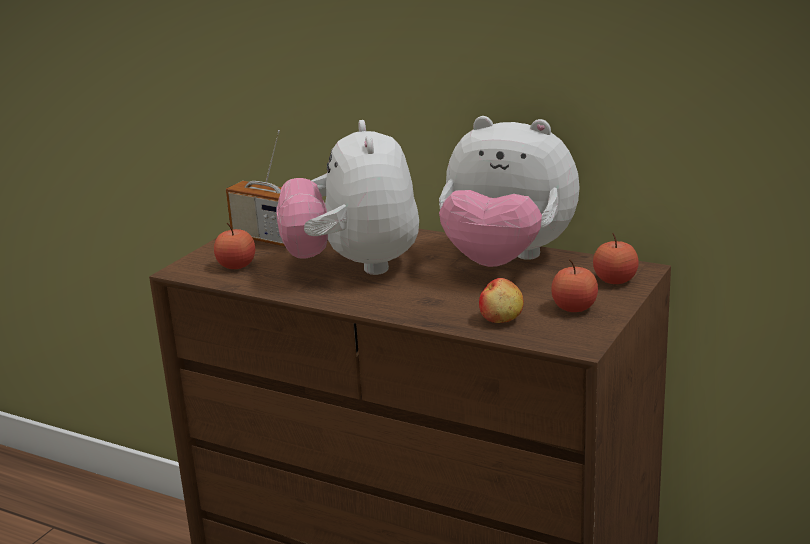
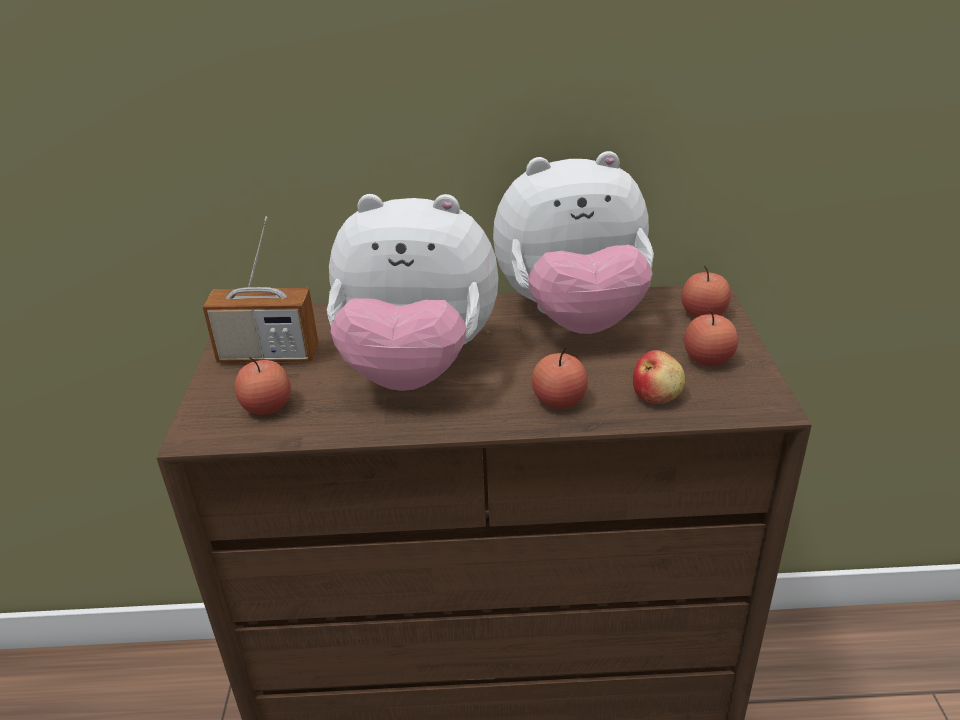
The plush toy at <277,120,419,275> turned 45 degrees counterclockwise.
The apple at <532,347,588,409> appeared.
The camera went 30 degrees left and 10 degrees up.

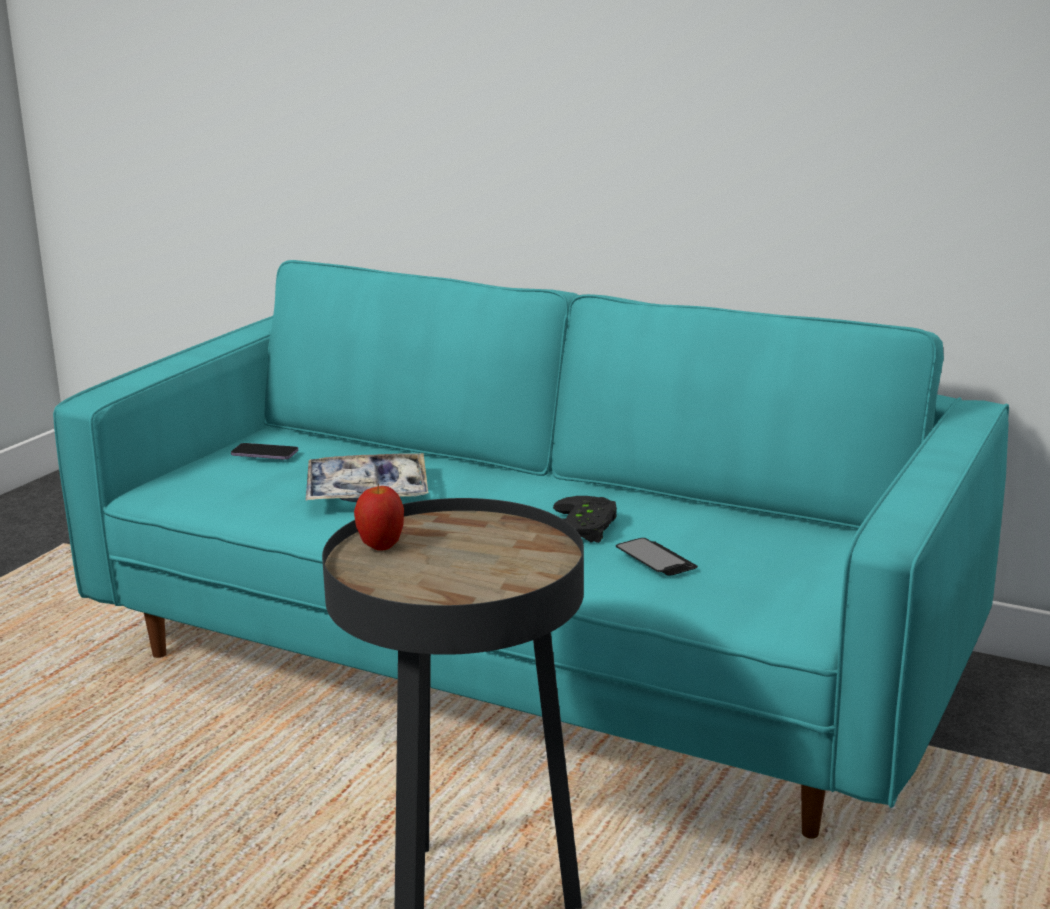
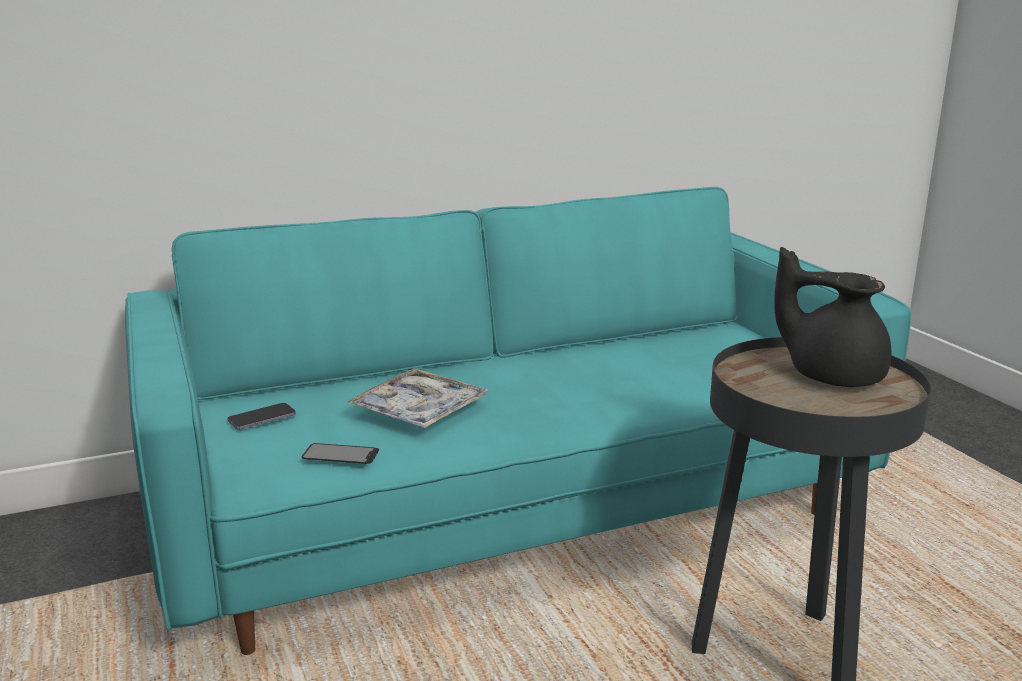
The apple at <354,483,404,551> disappeared.
The black game controller at <553,496,617,543> disappeared.
The phone moved from <616,538,698,576> to <302,443,379,464>.
The black teapot at <774,247,891,387> appeared.
The camera went 50 degrees left and 0 degrees up.

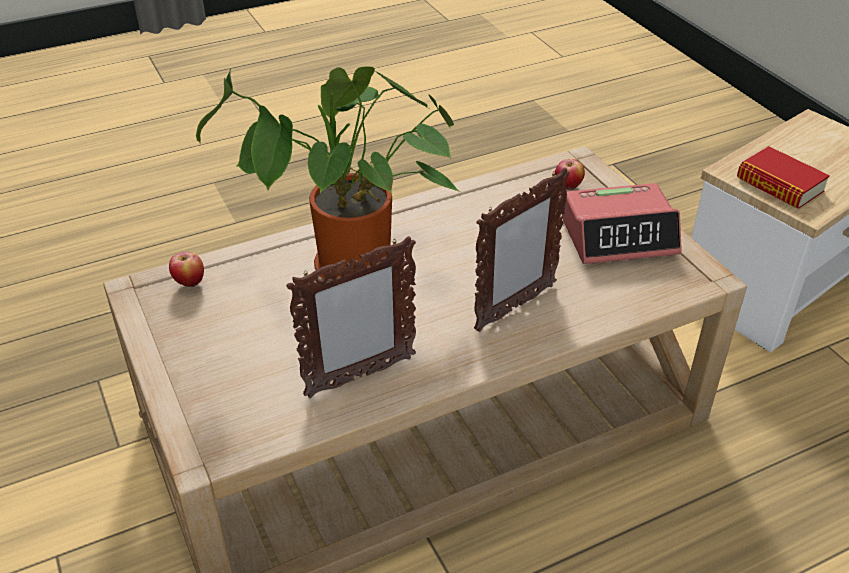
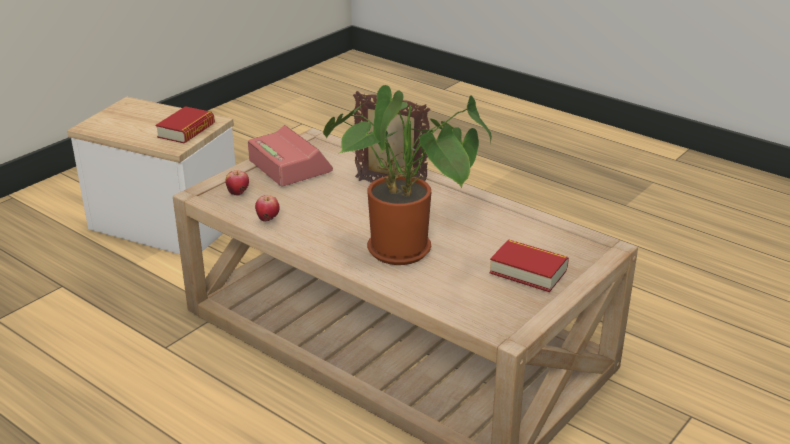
The picture frame at <286,236,416,398> disappeared.
The apple moved from <169,252,204,288> to <255,195,280,222>.
The book at <490,239,569,292> appeared.
The camera went 115 degrees left and 10 degrees down.

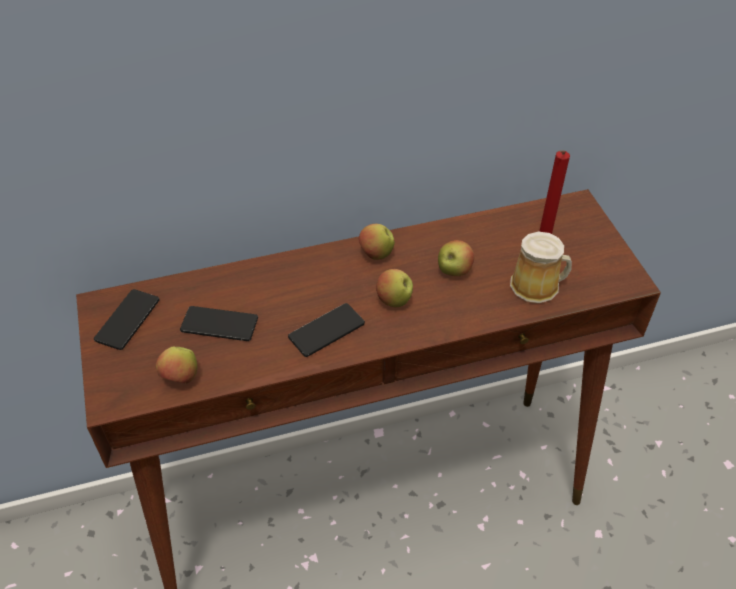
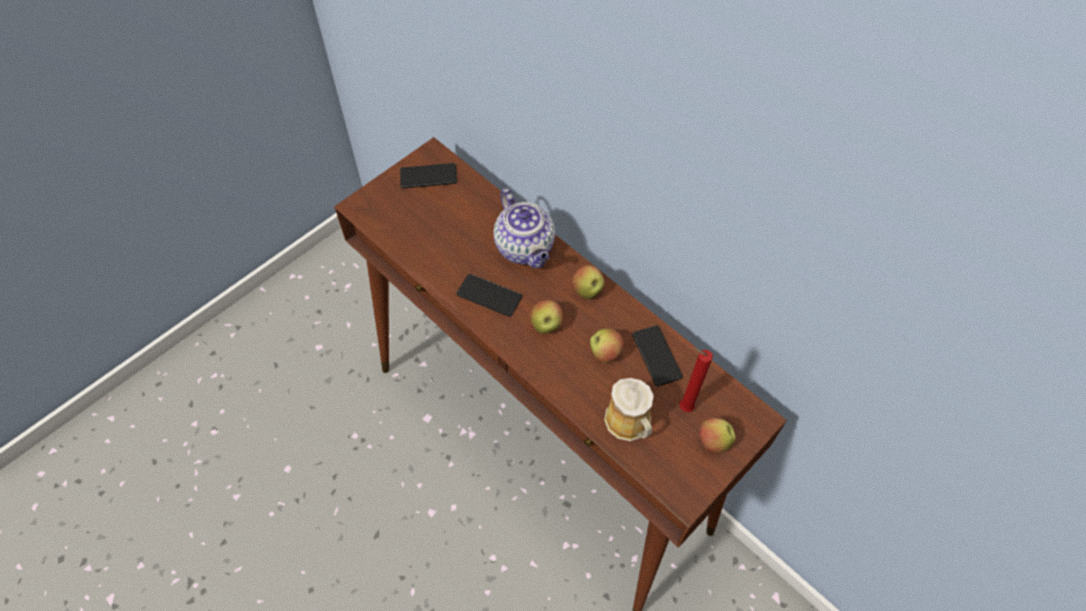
The phone moved from <180,306,258,341> to <632,325,683,386>.
The apple moved from <155,346,197,384> to <699,418,736,454>.
The teapot at <493,189,555,268> appeared.
The camera went 60 degrees right and 10 degrees up.

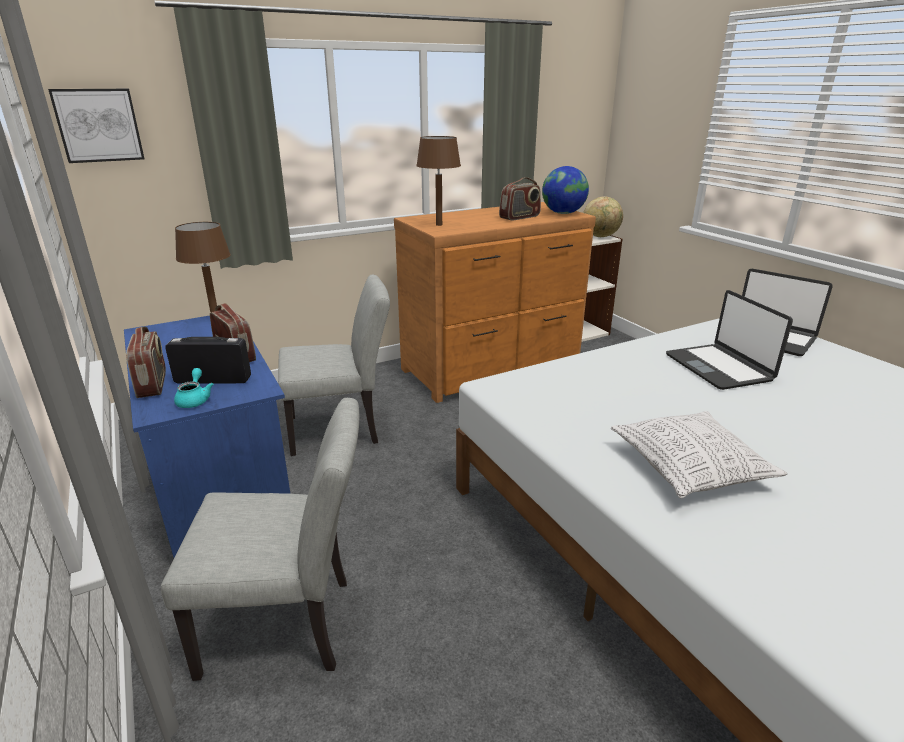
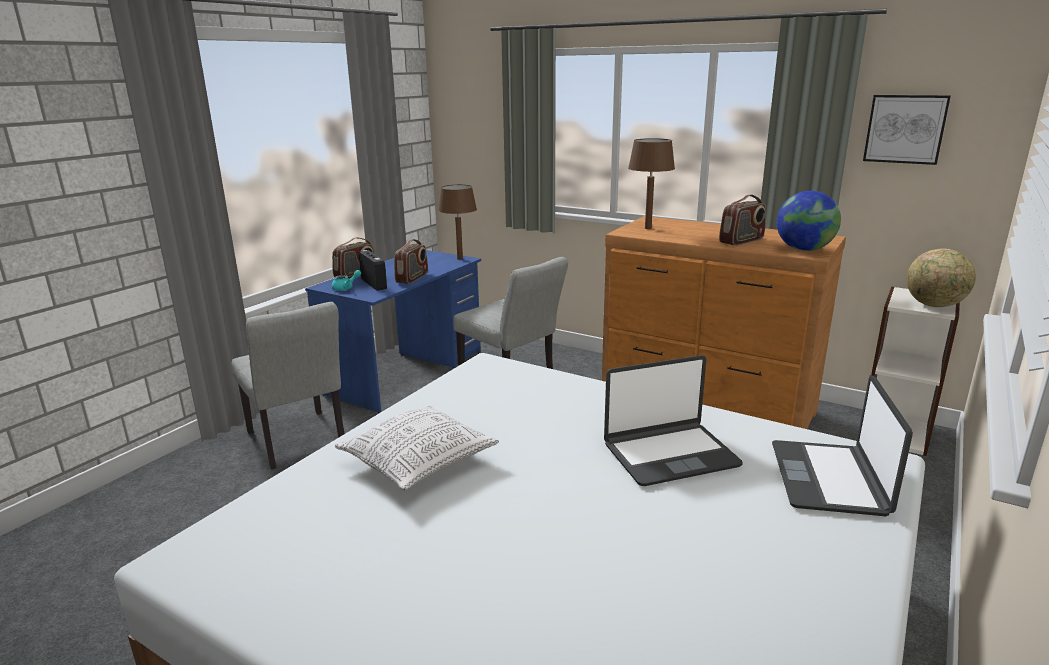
The picture moved from <48,89,144,163> to <863,95,951,165>.
The radio at <499,177,541,221> turned 60 degrees counterclockwise.
The laptop at <666,290,793,390> turned 150 degrees counterclockwise.
The camera went 60 degrees right and 5 degrees down.

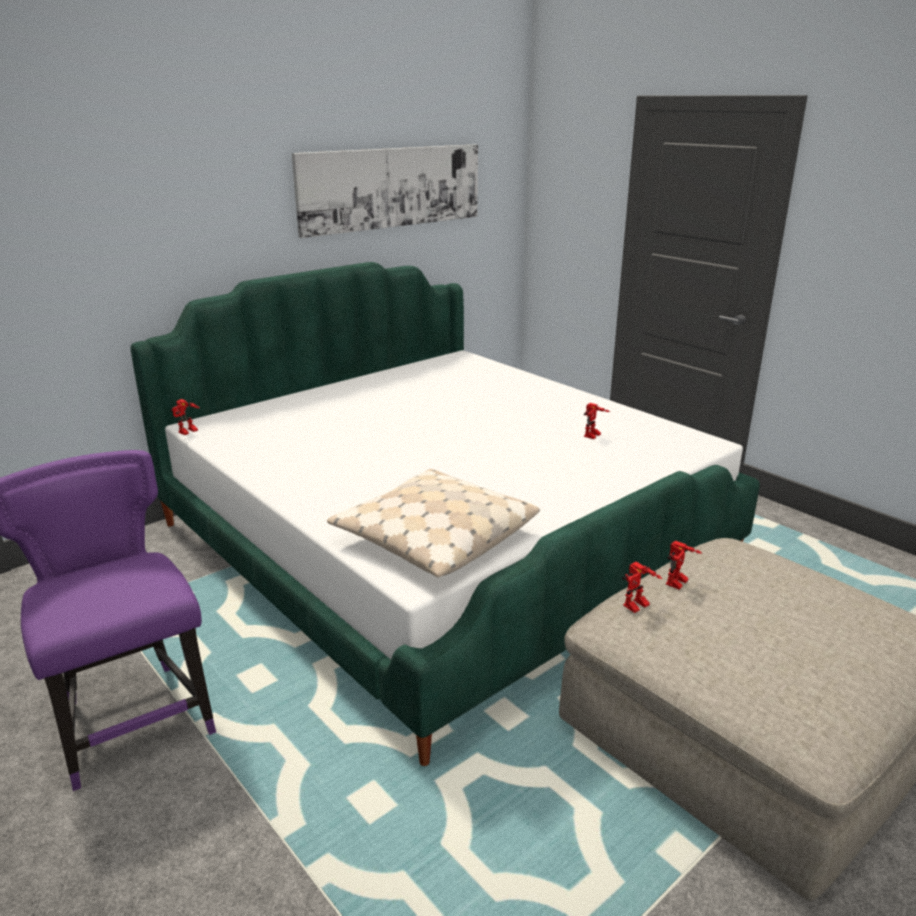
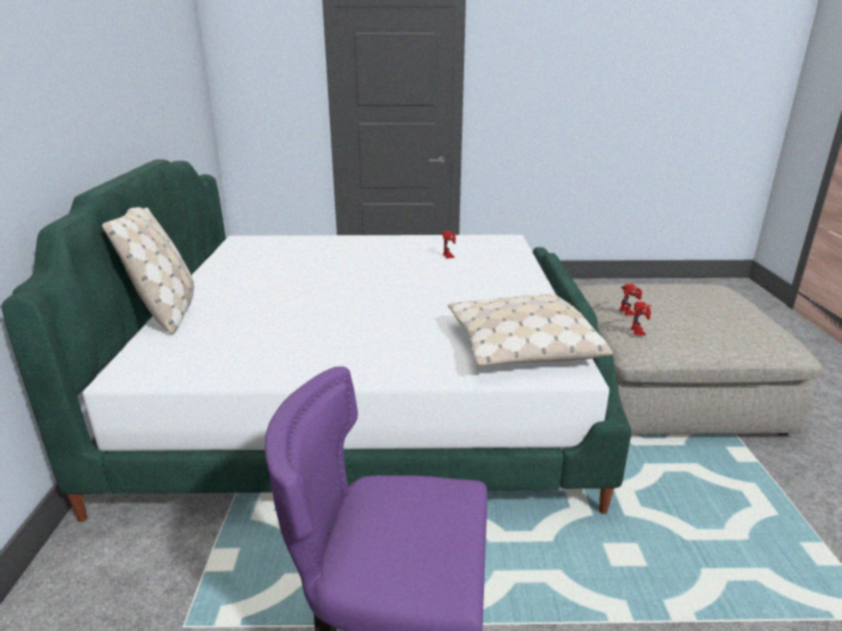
The picture at <292,144,478,238> disappeared.
The toy robot at <170,399,200,435> disappeared.
The beige pillow at <102,207,194,335> appeared.
The camera went 50 degrees left and 0 degrees up.

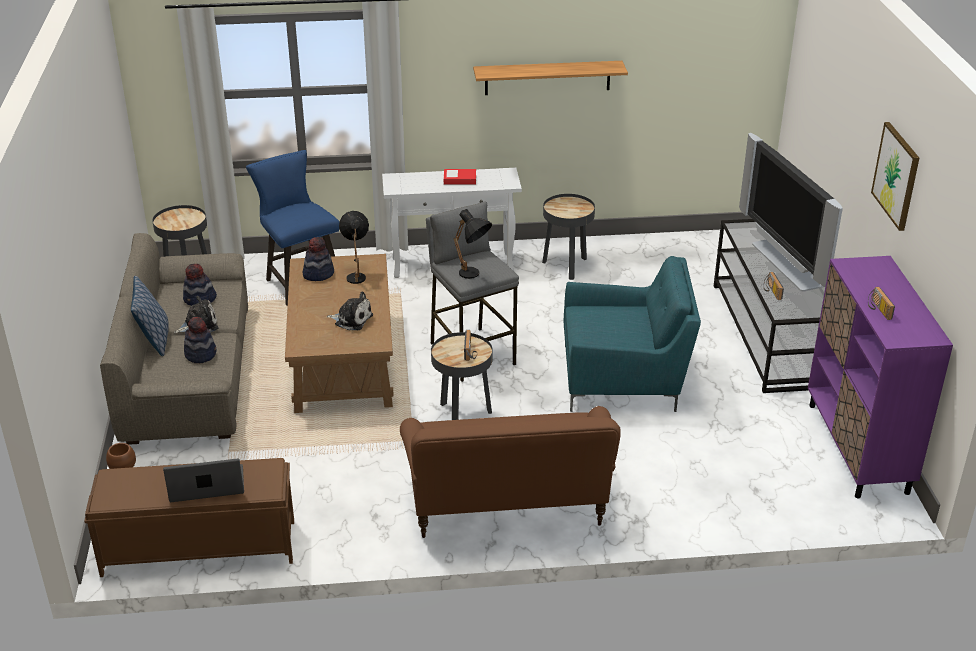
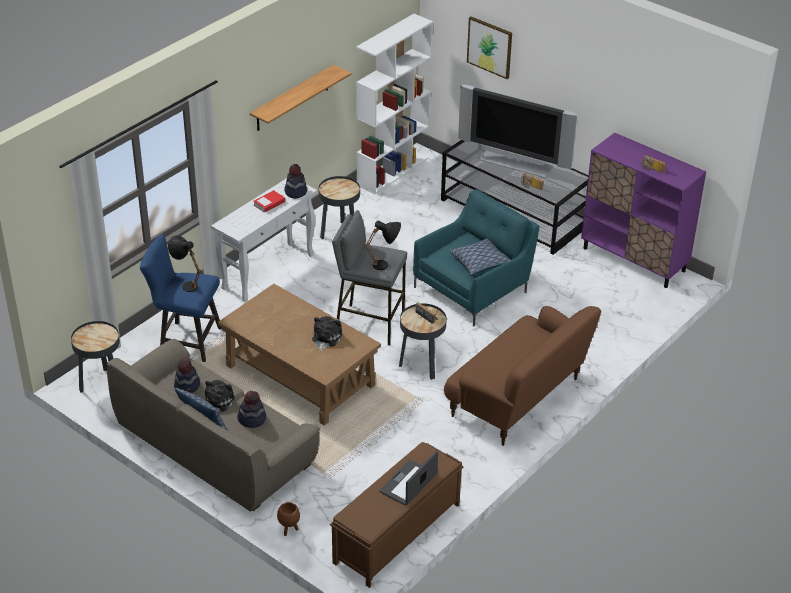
The picture moved from <871,122,919,231> to <467,16,512,79>.
The black table lamp moved from <339,211,369,284> to <168,236,201,292>.
The hat moved from <302,237,334,281> to <285,164,307,199>.
The plush toy at <327,291,373,330> turned 45 degrees counterclockwise.
The white bookcase at <356,14,433,195> appeared.
The pillow at <449,238,512,275> appeared.
The camera went 45 degrees left and 5 degrees up.

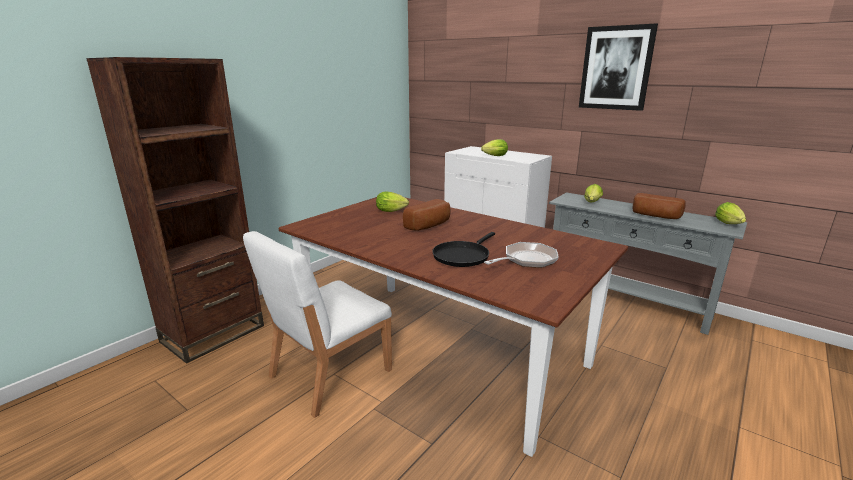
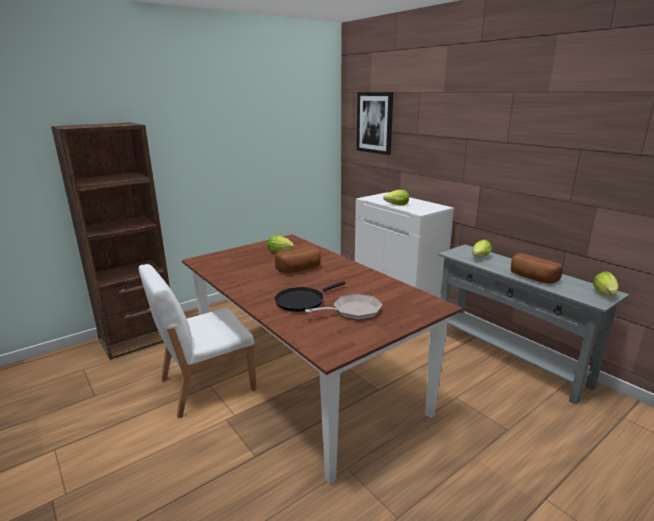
The picture moved from <579,23,658,111> to <357,92,393,155>.
The camera went 15 degrees right and 0 degrees up.

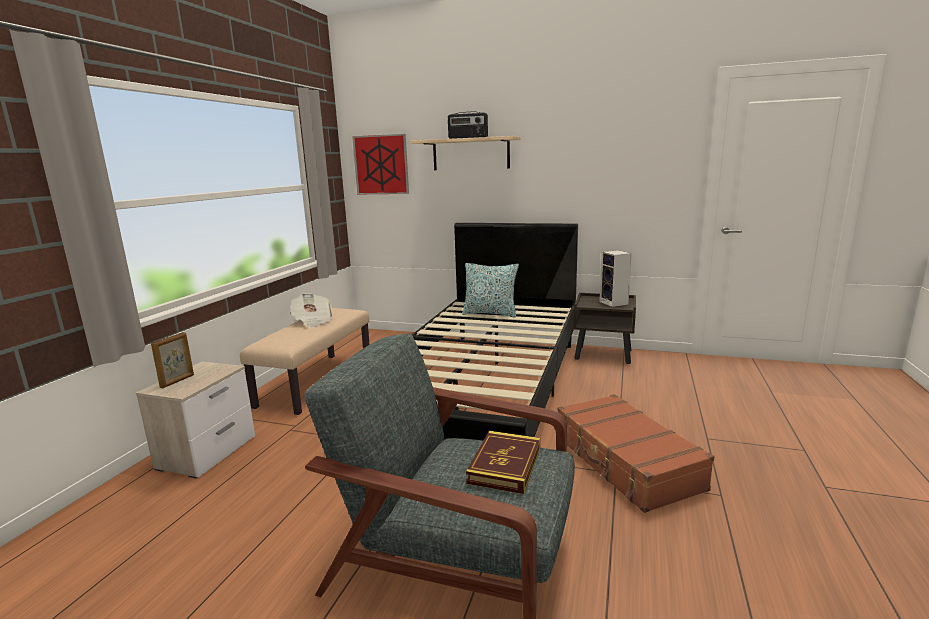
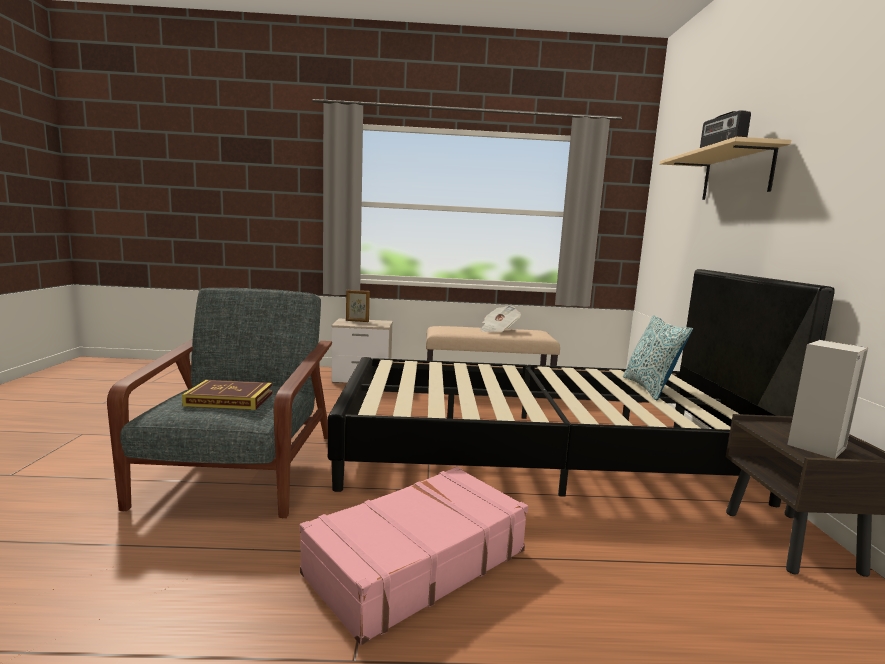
The picture at <352,134,409,194> disappeared.
The brown suitcase at <558,394,715,513> became the pink suitcase at <300,466,528,645>.
The camera went 70 degrees right and 5 degrees down.

